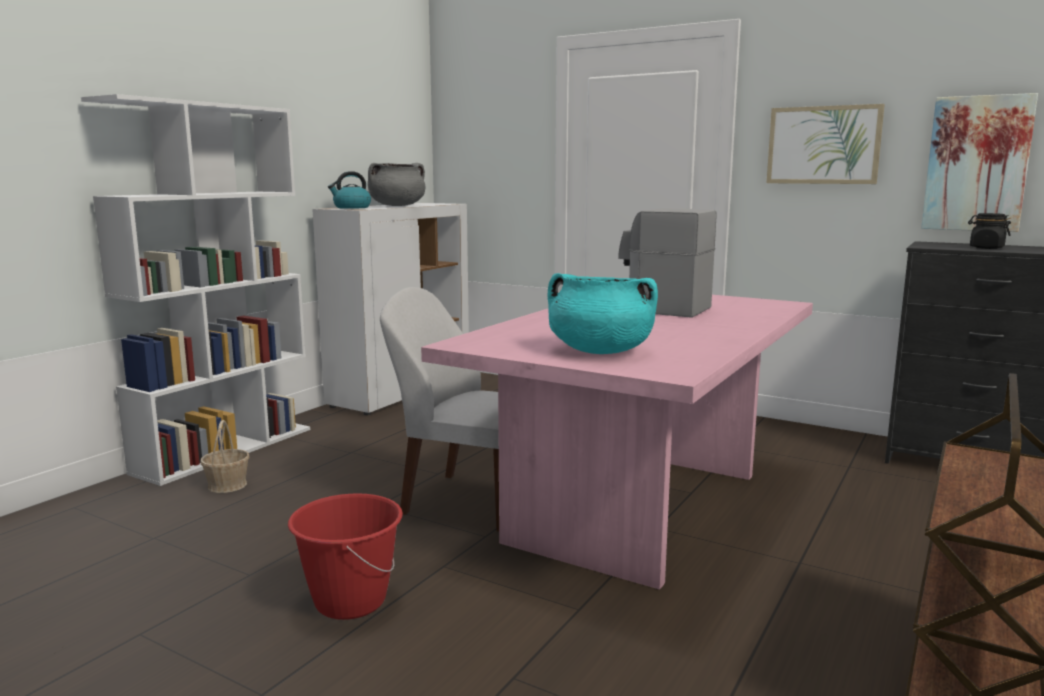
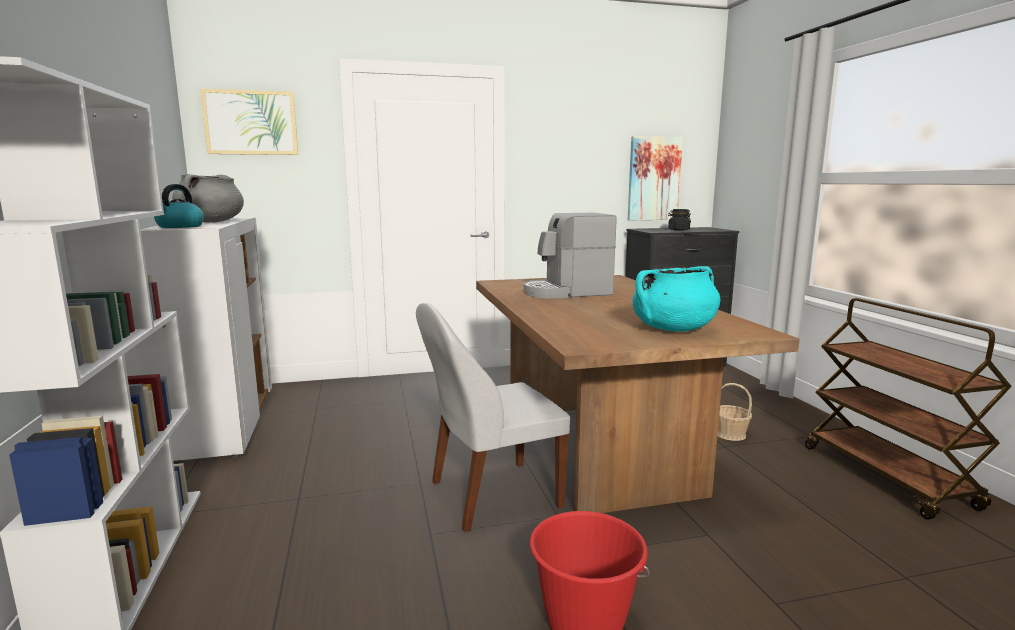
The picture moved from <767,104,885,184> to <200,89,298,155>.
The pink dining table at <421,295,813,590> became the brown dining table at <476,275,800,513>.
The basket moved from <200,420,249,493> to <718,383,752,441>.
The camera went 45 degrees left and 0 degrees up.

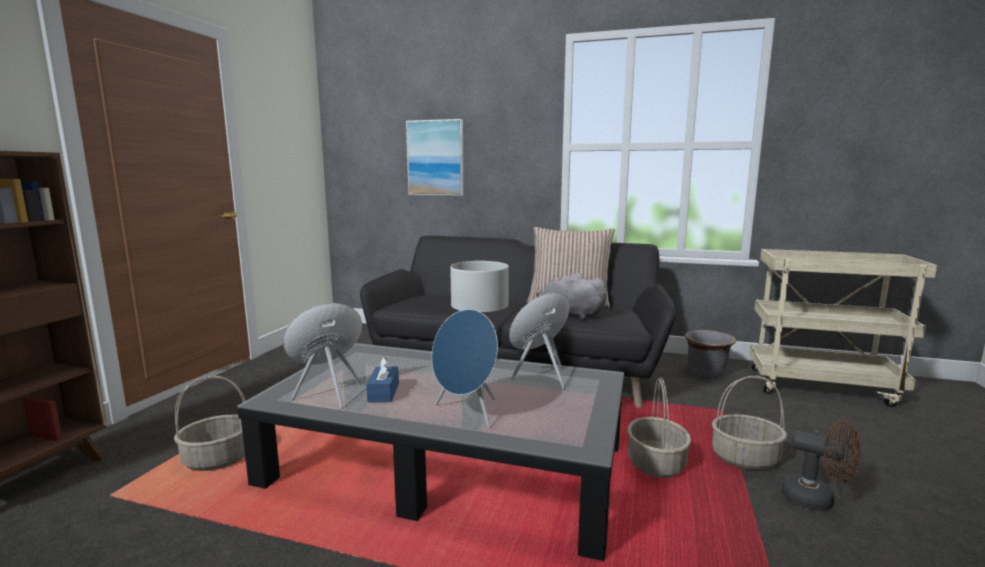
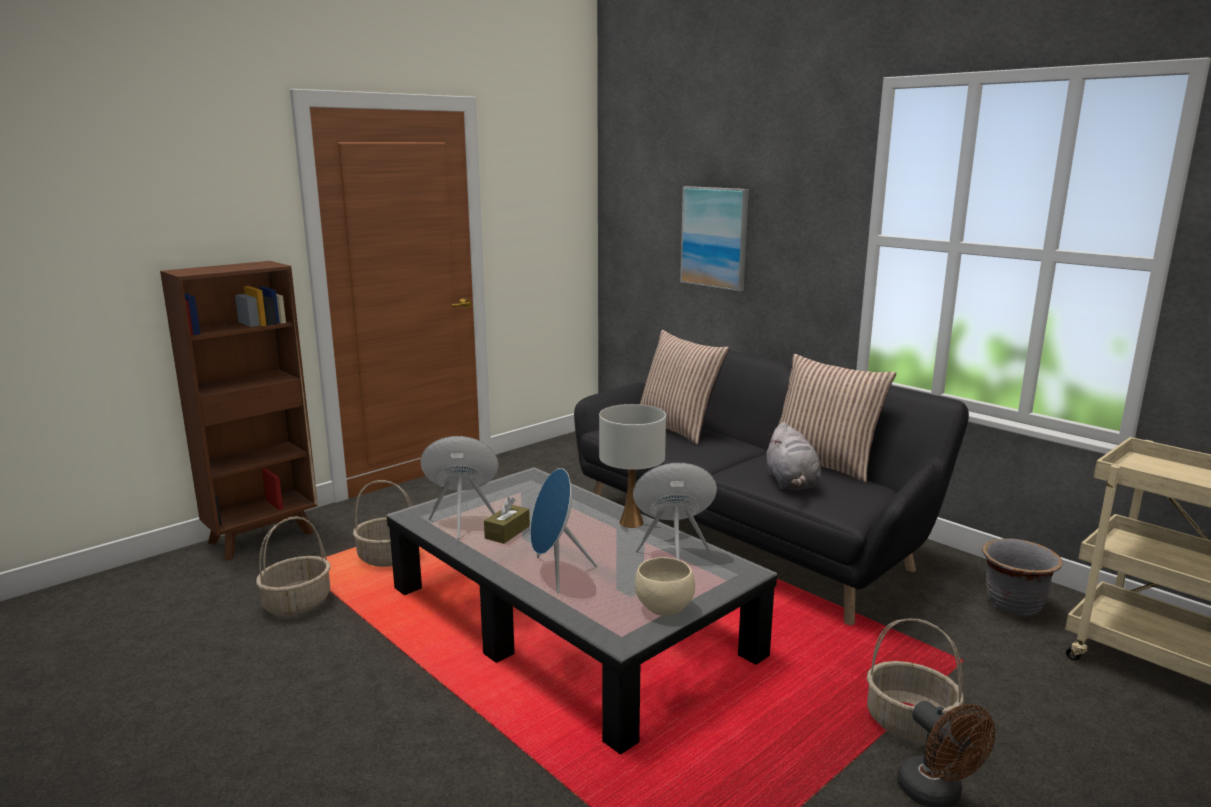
The grey plush toy at <536,273,607,319> turned 150 degrees counterclockwise.
The blue tissue box at <366,357,399,402> became the brown tissue box at <484,497,530,544>.
The basket moved from <627,377,691,478> to <256,516,331,616>.
The pillow at <640,330,730,445> appeared.
The beige bowl at <635,557,695,616> appeared.
The camera went 30 degrees right and 5 degrees up.

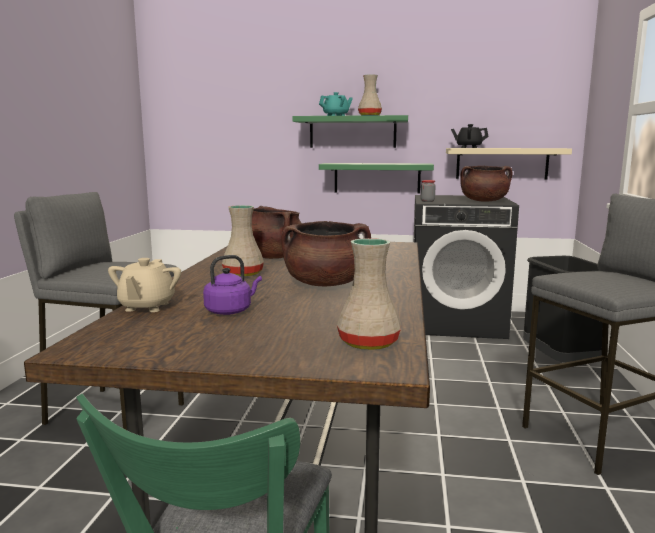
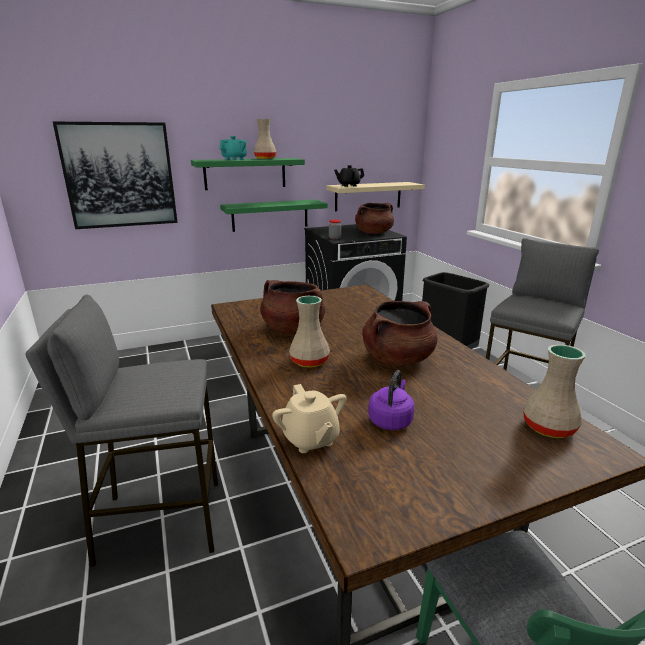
The picture at <53,122,178,229> appeared.
The camera went 30 degrees left and 10 degrees up.

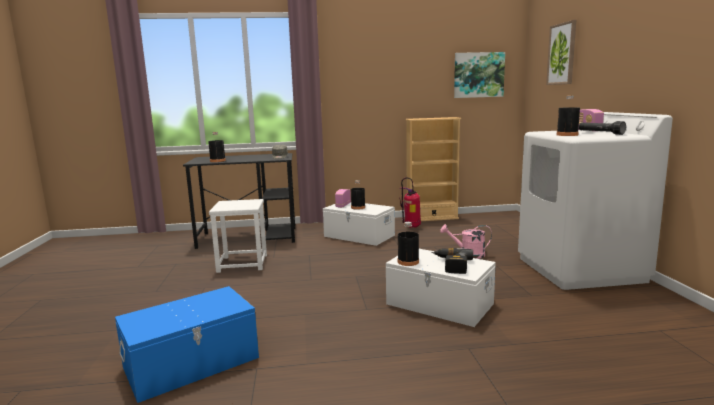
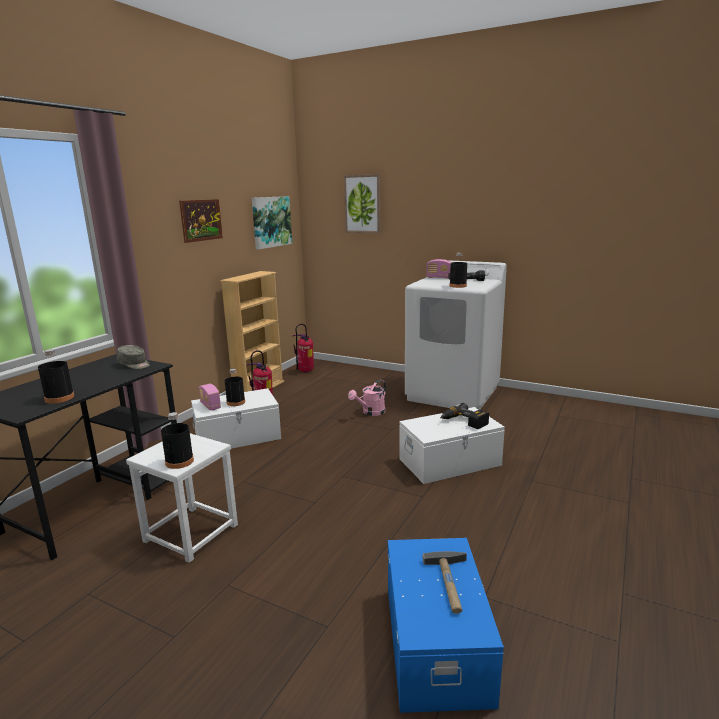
The black bottle moved from <398,222,419,266> to <161,412,194,469>.
The picture at <179,199,223,243> appeared.
The fire extinguisher at <292,324,314,373> appeared.
The hammer at <423,551,467,614> appeared.
The camera went 55 degrees left and 5 degrees up.

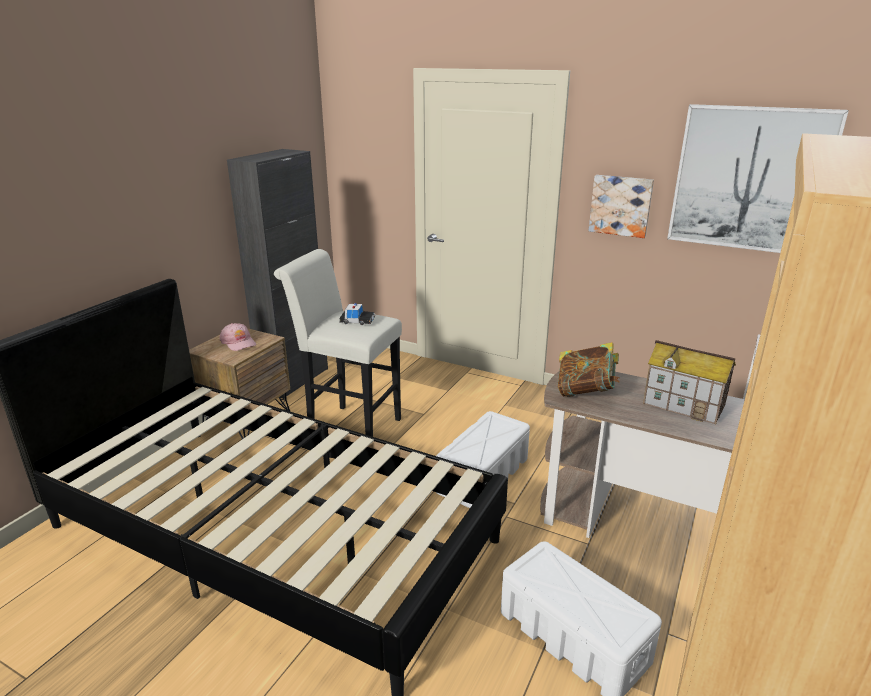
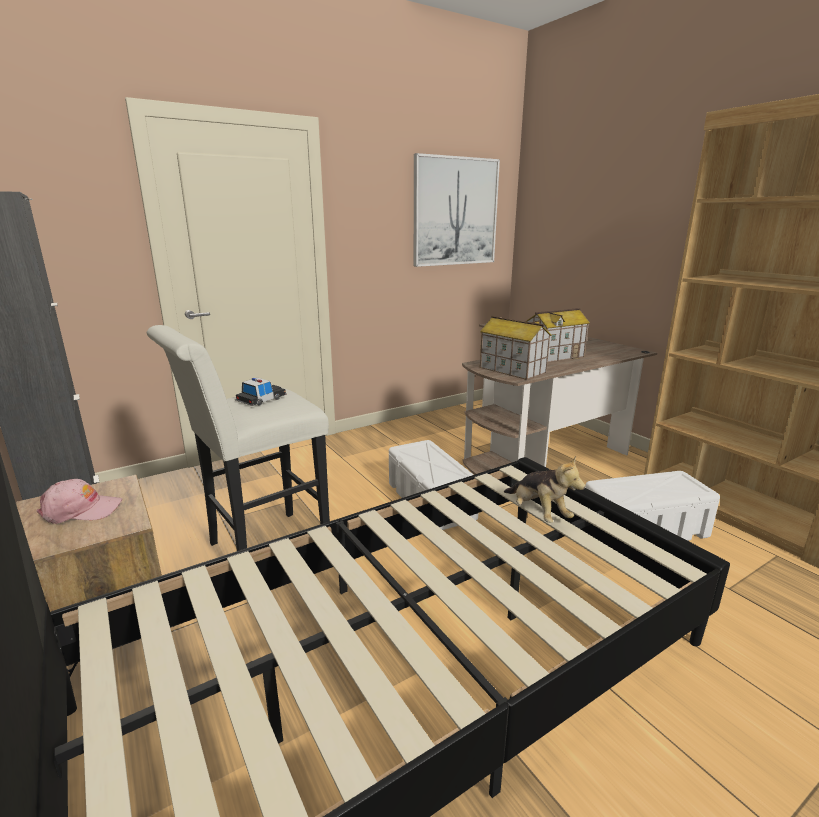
The picture at <589,175,654,238> disappeared.
The book at <558,342,620,397> was replaced by the toy house at <480,316,552,380>.
The plush toy at <504,455,585,523> appeared.
The camera went 60 degrees left and 5 degrees down.

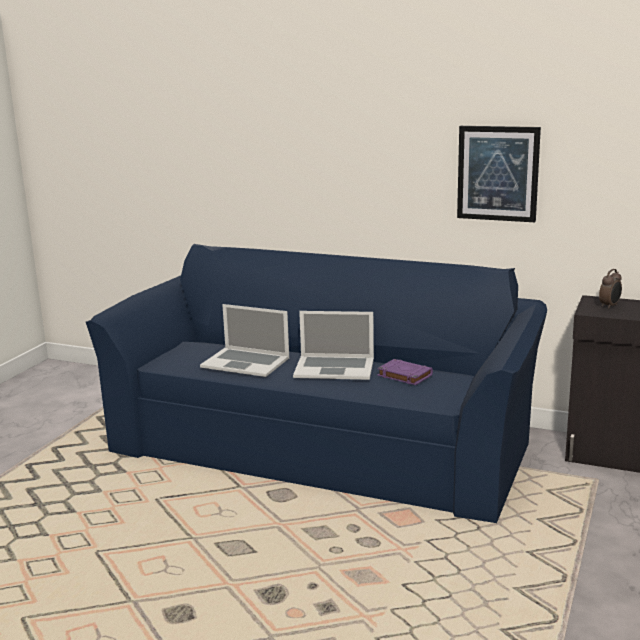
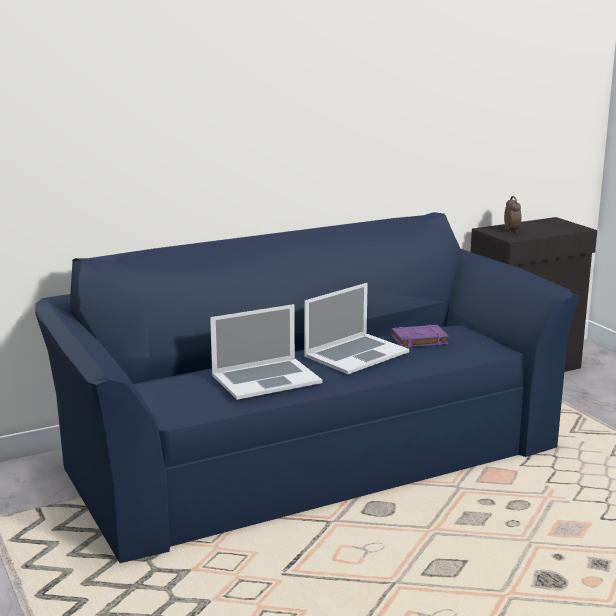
The picture at <457,126,541,222> disappeared.
The camera went 50 degrees left and 0 degrees up.

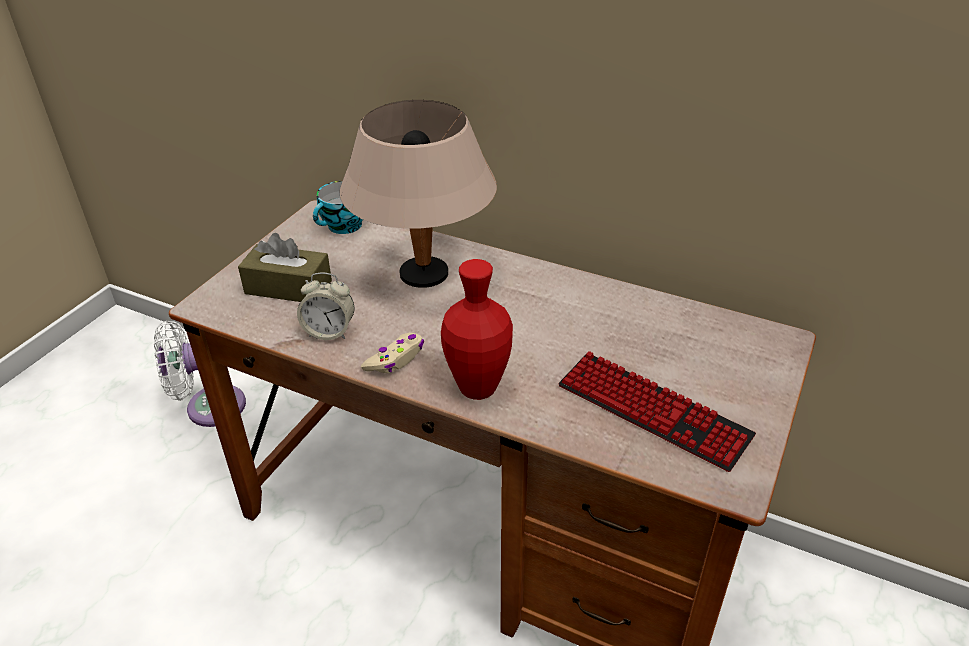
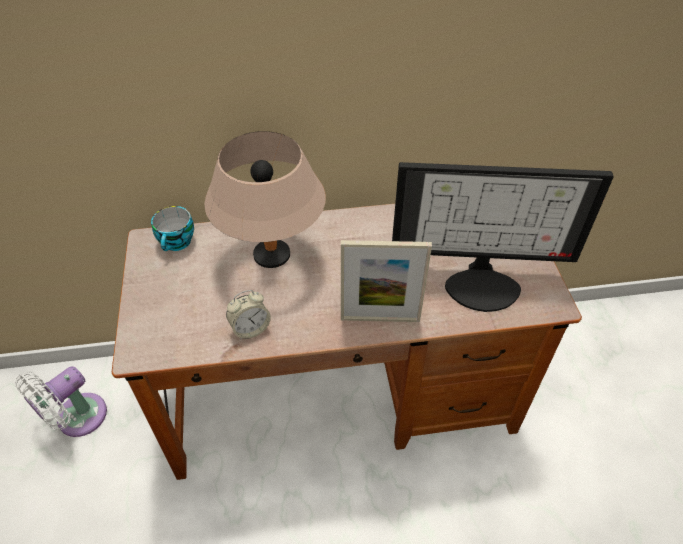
The brown tissue box at <238,233,332,302> disappeared.
The red vase at <441,259,513,400> was replaced by the picture frame at <341,240,432,322>.
The beige game controller at <361,333,424,373> disappeared.
The keyboard at <558,351,756,472> was replaced by the monitor at <392,162,614,312>.
The camera went 35 degrees left and 10 degrees up.

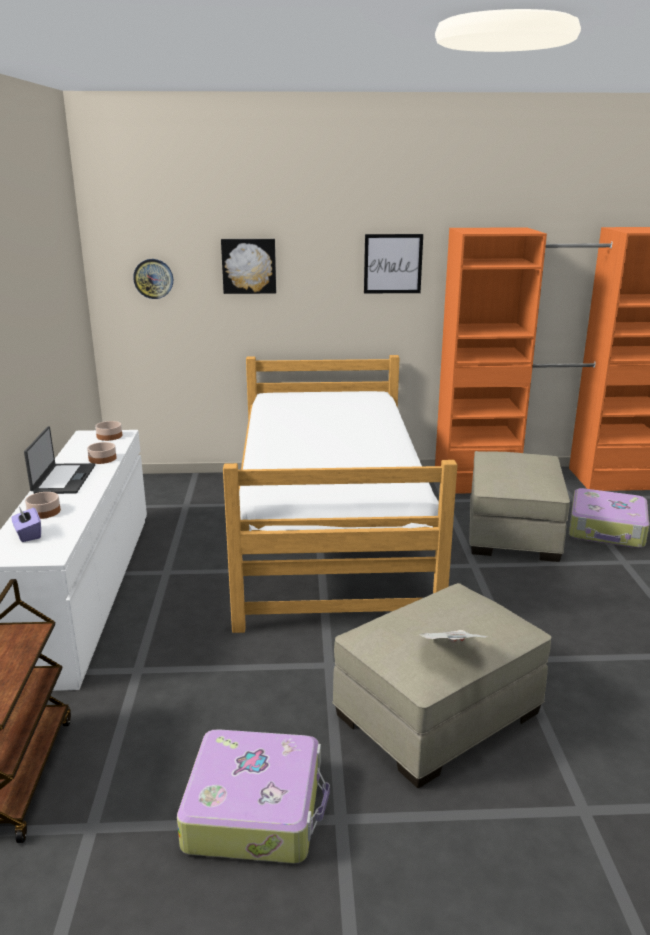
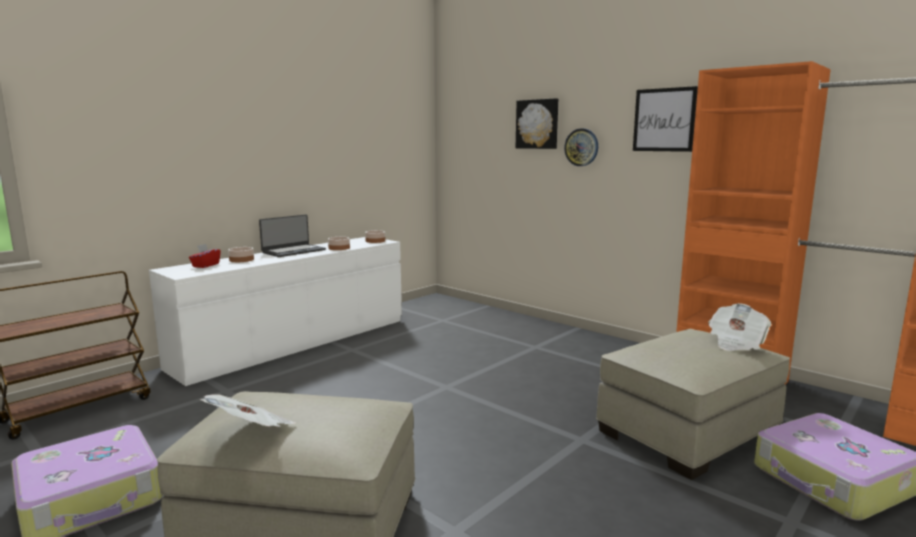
The wall clock moved from <133,259,173,299> to <564,129,598,166>.
The bed at <223,355,457,633> disappeared.
The purple tissue box at <11,506,41,542> became the red tissue box at <189,244,221,268>.
The newspaper at <708,303,772,351> appeared.
The camera went 45 degrees right and 10 degrees down.

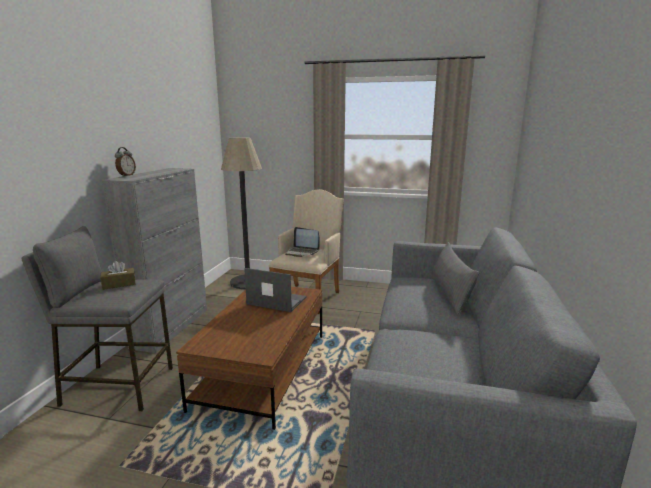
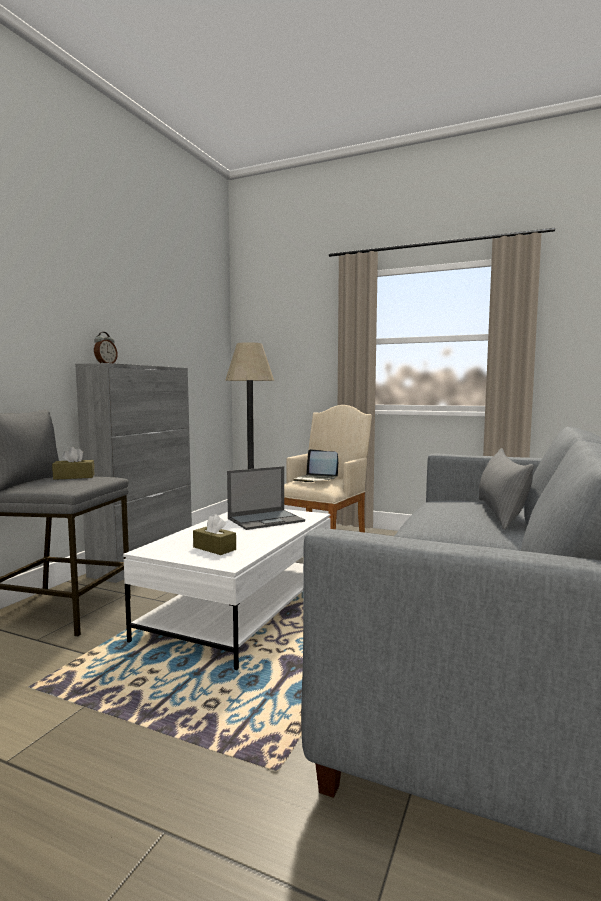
The laptop at <244,268,306,312> turned 120 degrees clockwise.
The brown coffee table at <176,287,322,430> became the white coffee table at <123,509,331,670>.
The brown tissue box at <193,514,236,555> appeared.
The camera went 10 degrees right and 10 degrees down.

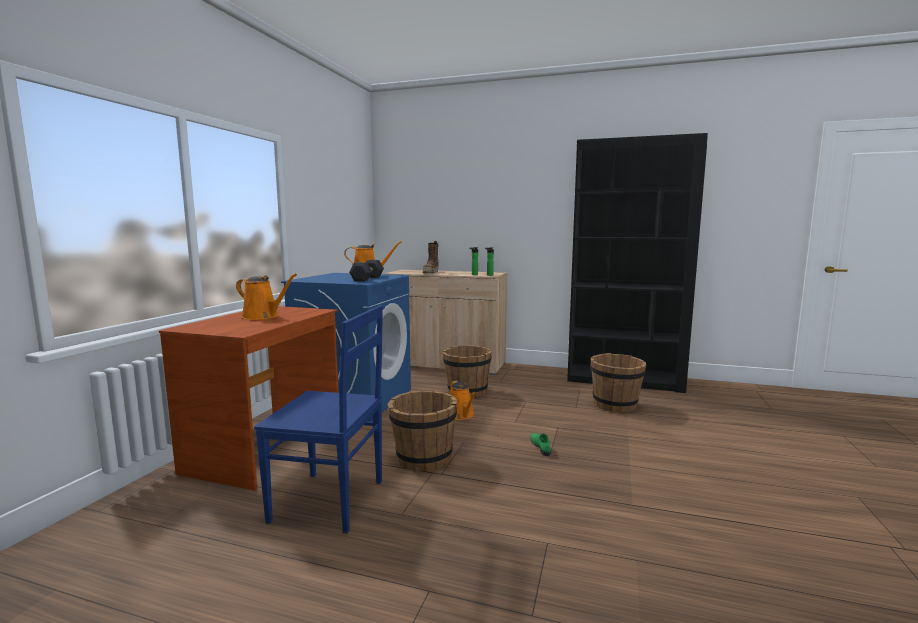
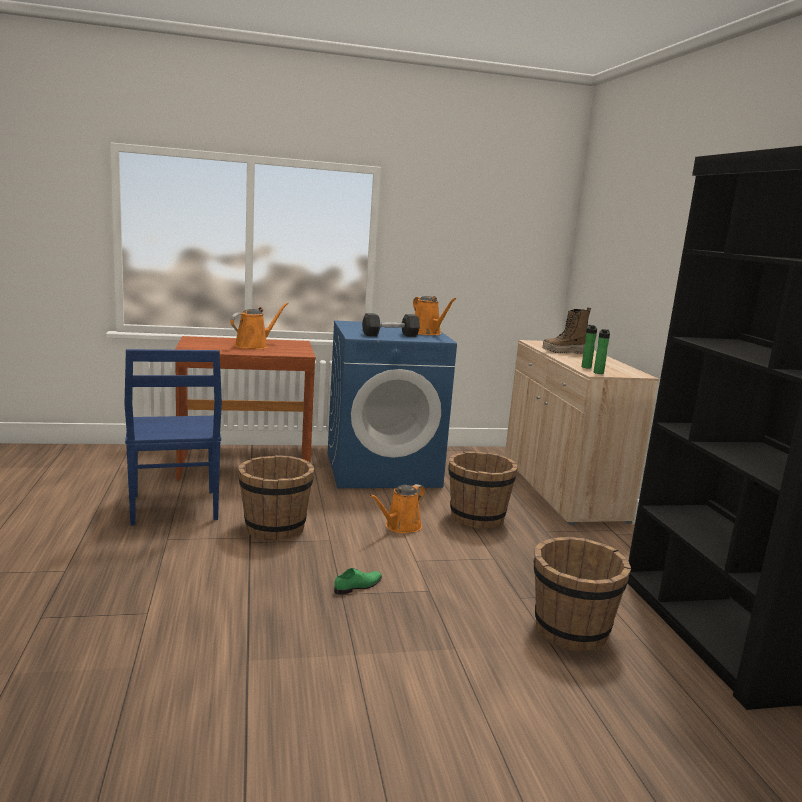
The orange watering can at <236,274,297,320> turned 135 degrees counterclockwise.
The camera went 60 degrees right and 5 degrees up.

